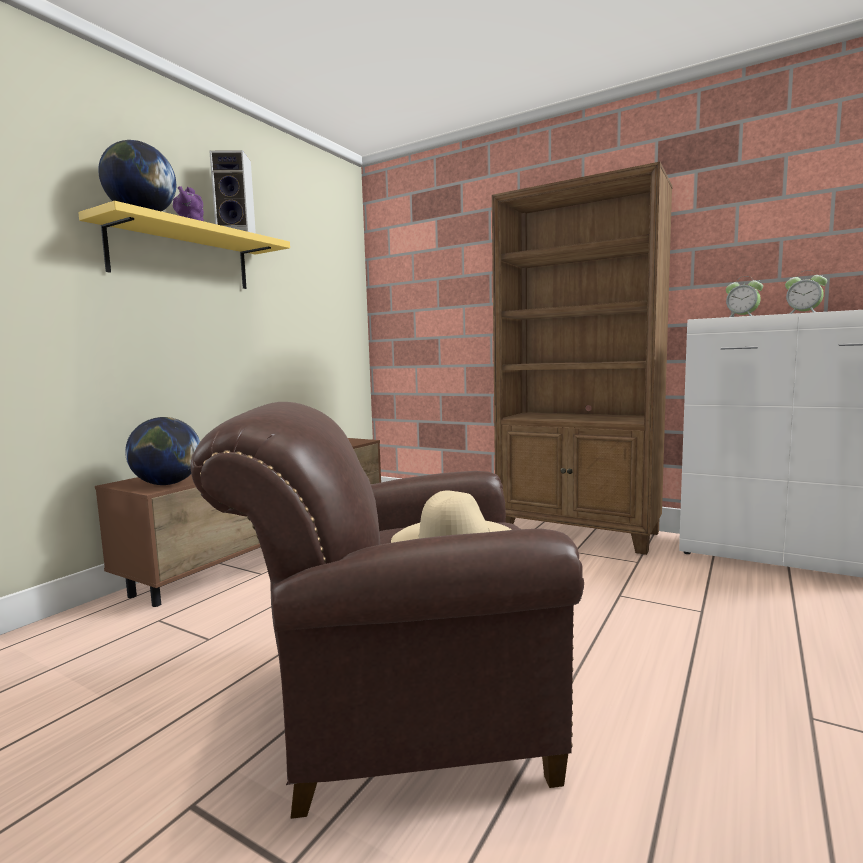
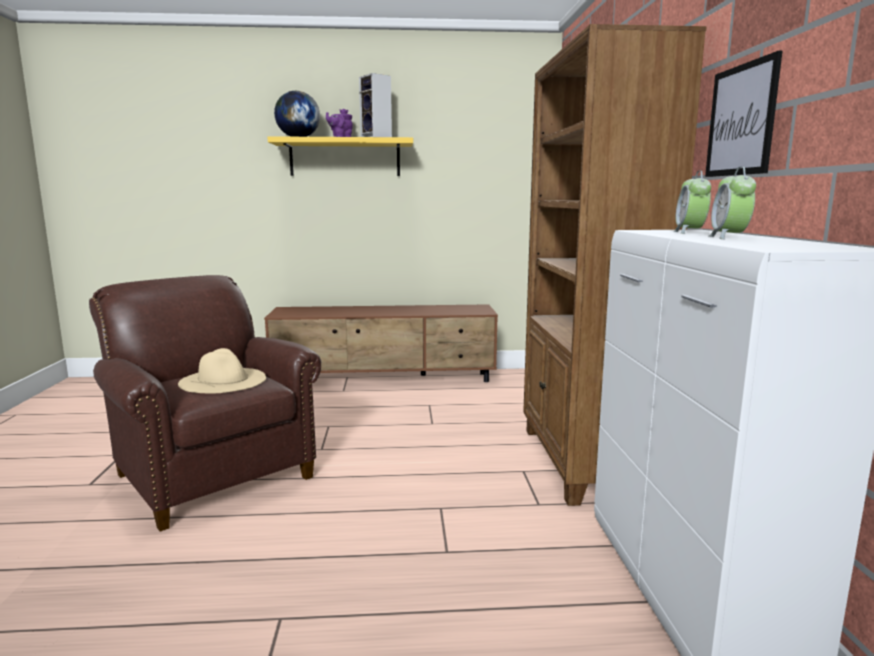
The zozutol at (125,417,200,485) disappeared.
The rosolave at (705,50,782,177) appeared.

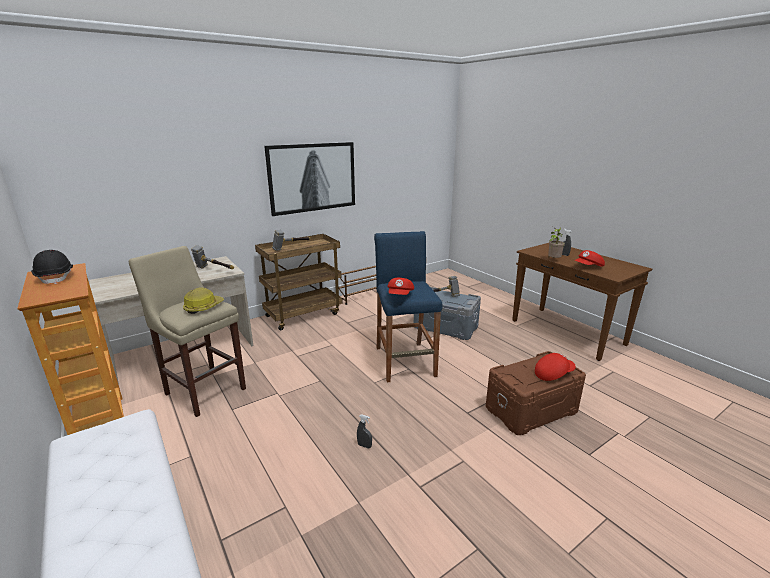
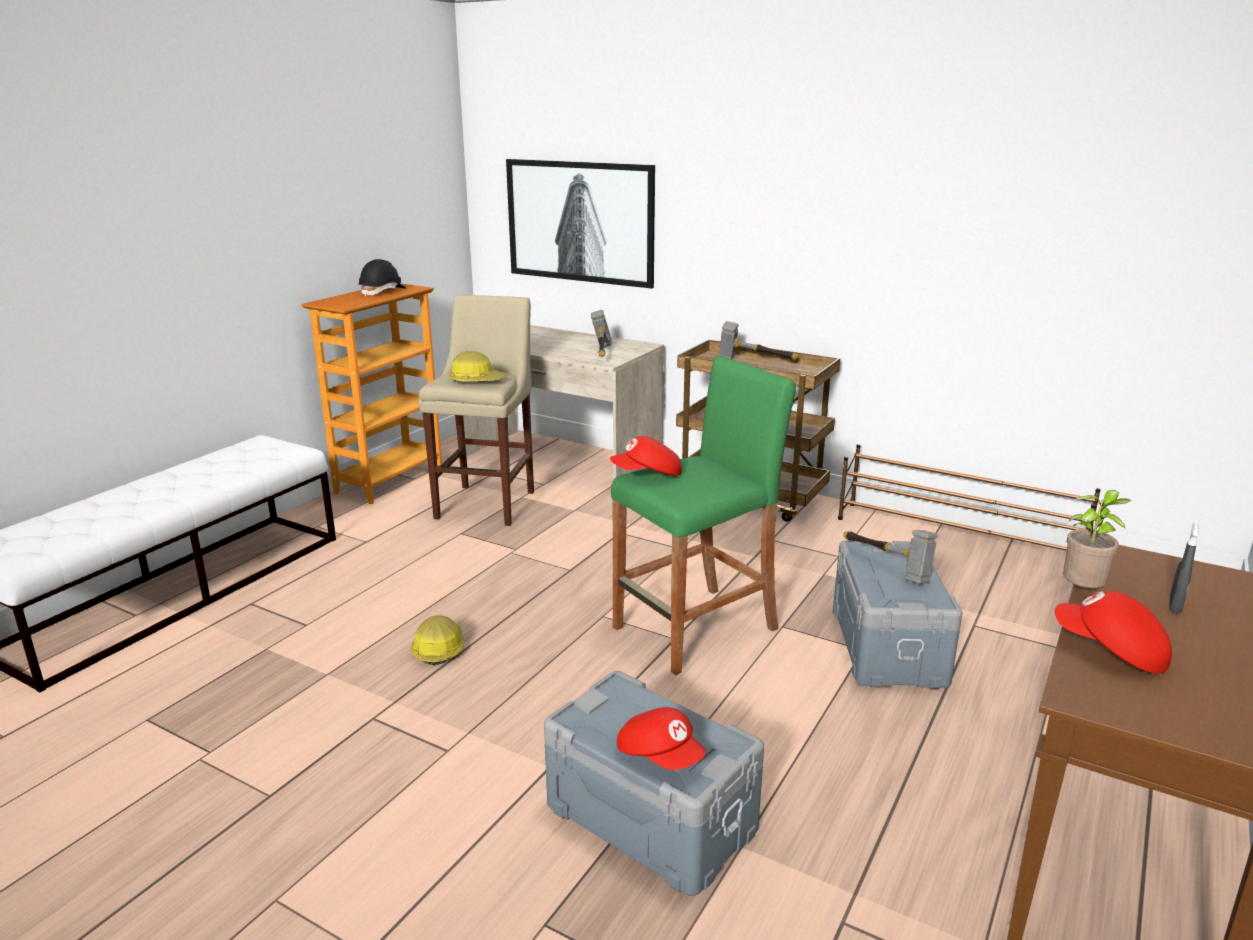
The rosolave moved from (264,142,355,216) to (506,159,655,289).
The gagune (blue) at (374,231,443,382) became the gagune (green) at (611,355,796,675).
The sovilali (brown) at (486,351,586,435) became the sovilali (grey) at (544,671,764,896).
The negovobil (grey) at (357,414,372,449) was replaced by the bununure at (410,615,464,665).

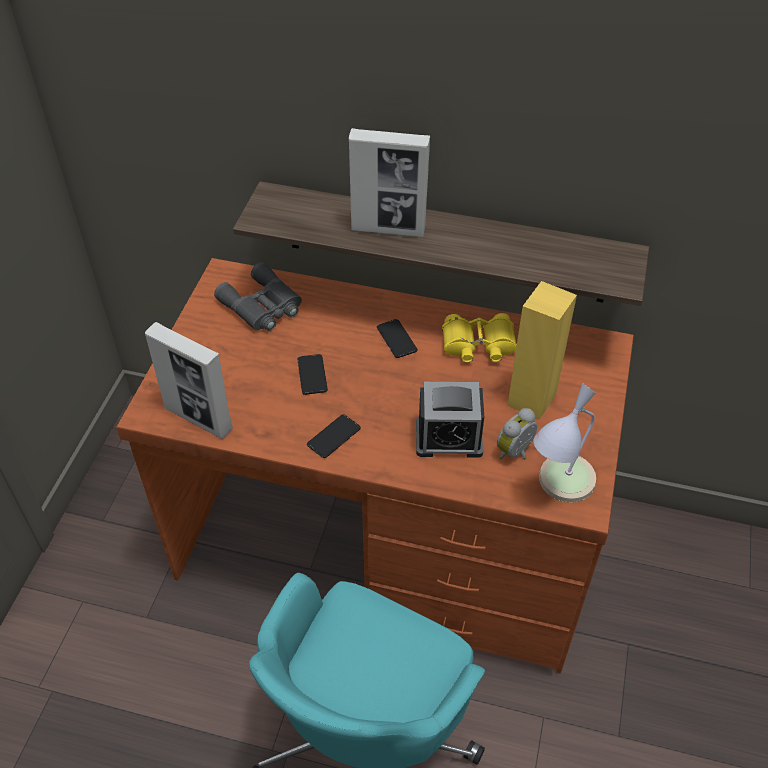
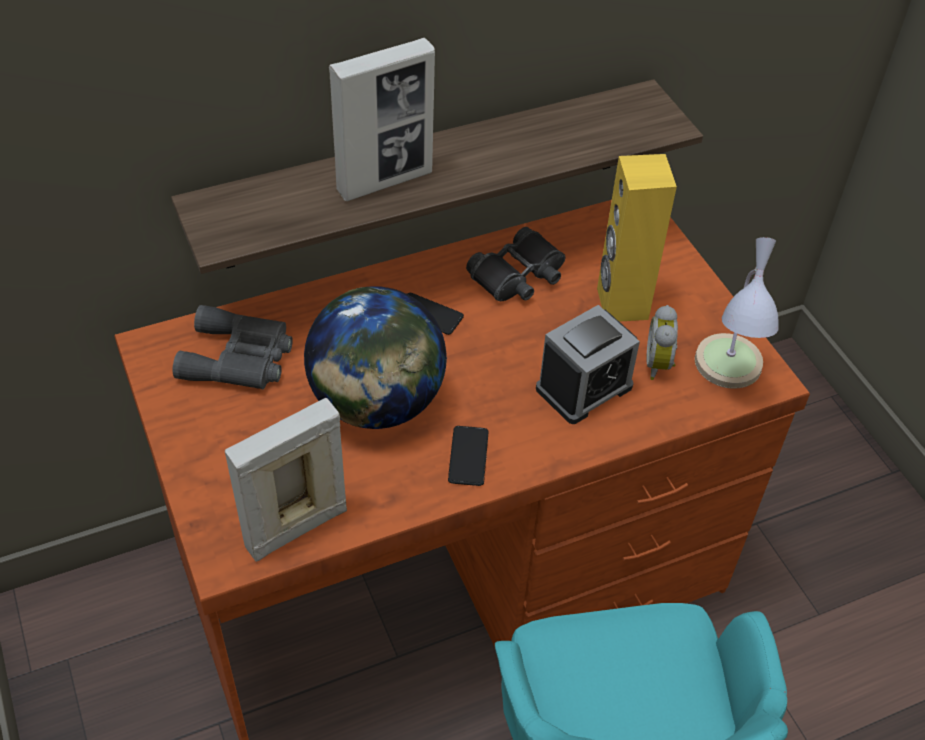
The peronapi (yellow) at (442,313,517,363) became the peronapi (black) at (466,227,565,301).
The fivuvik at (145,322,233,439) turned 150 degrees clockwise.
The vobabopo at (297,354,328,395) was replaced by the zozutol at (304,286,447,429).

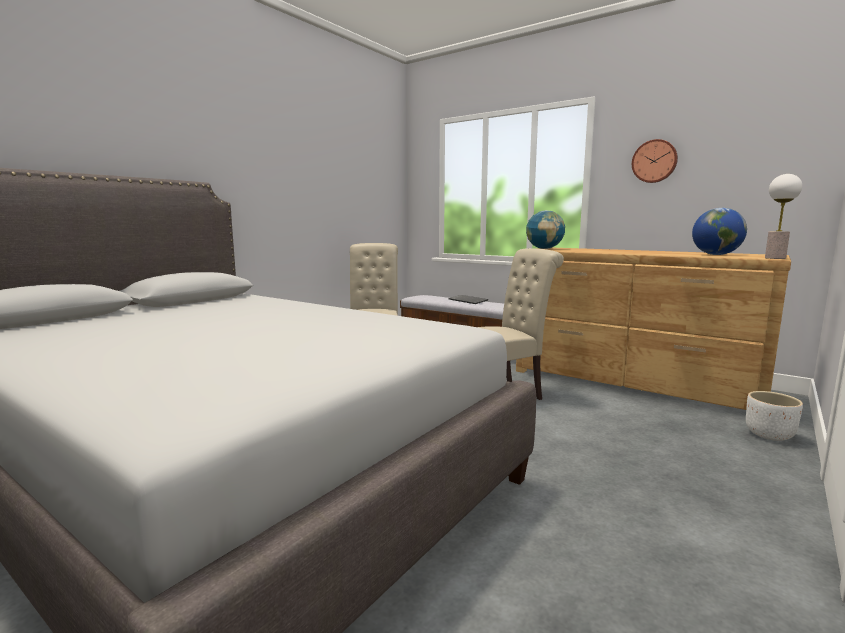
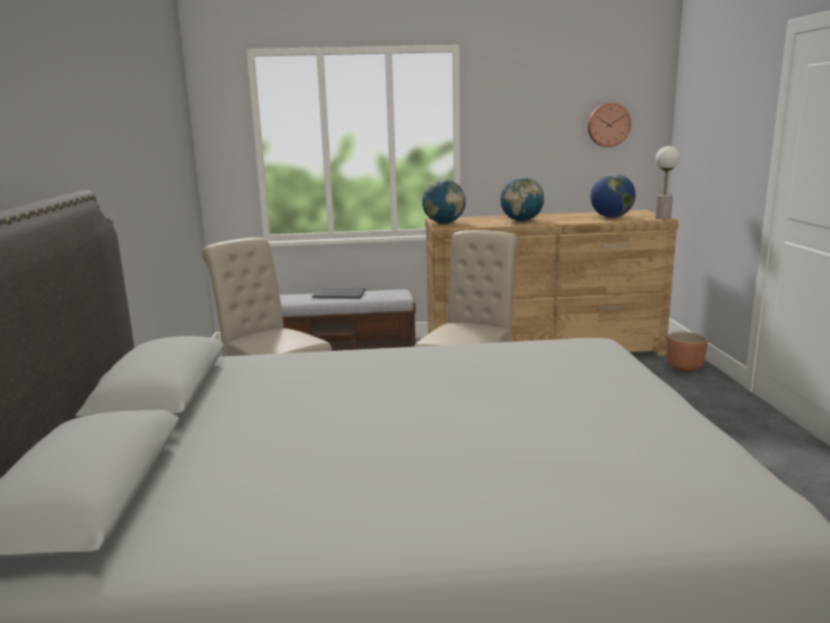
The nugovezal moved from (632,139,678,183) to (588,103,631,147).
The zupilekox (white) at (746,391,803,441) became the zupilekox (brown) at (667,331,708,371).
The zozutol at (500,177,544,221) appeared.

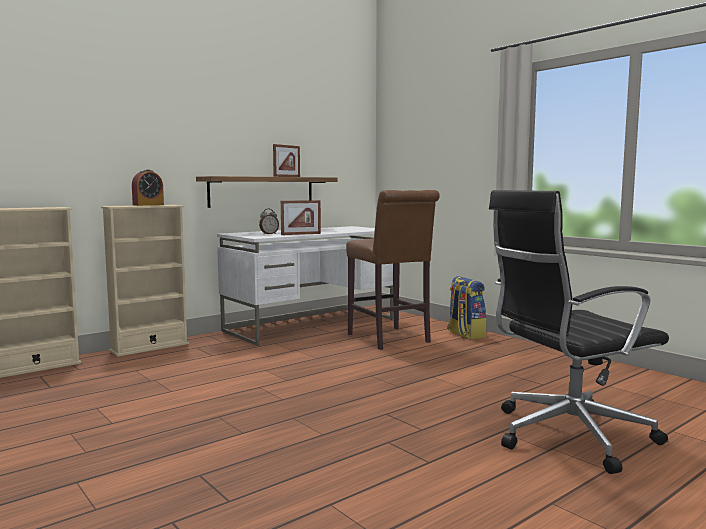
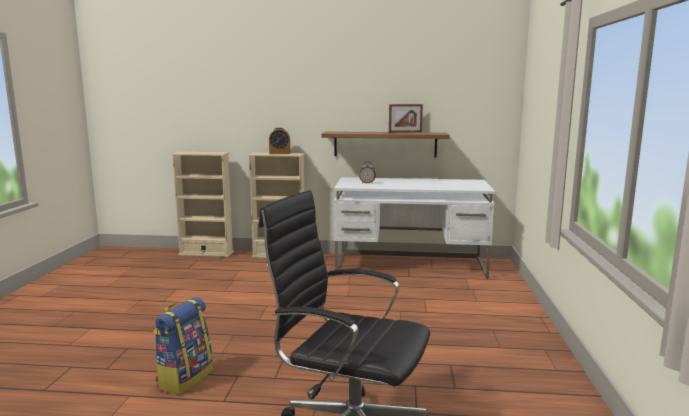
The gagune (brown) at (346,190,440,350) disappeared.
The fivuvik at (281,200,321,235) disappeared.
The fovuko moved from (447,276,487,340) to (153,297,213,395).

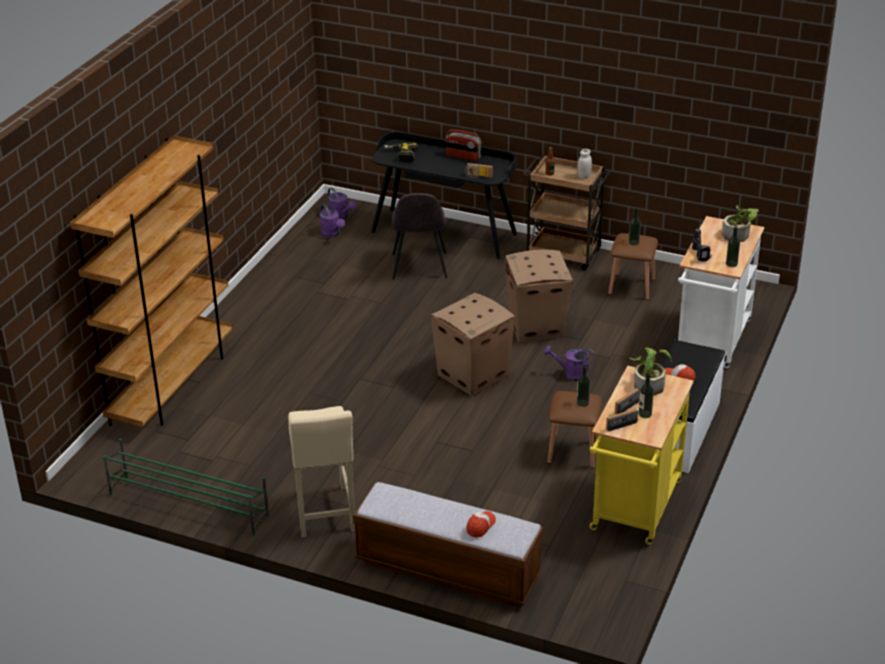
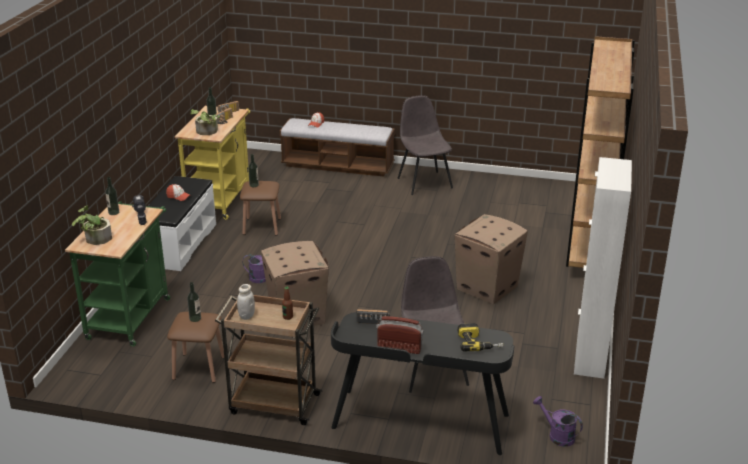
The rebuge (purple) at (320,204,345,237) disappeared.
The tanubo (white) at (678,216,764,368) became the tanubo (green) at (65,201,170,347).
The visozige moved from (431,293,515,396) to (454,214,528,305).
The gagune (beige) at (288,406,355,538) was replaced by the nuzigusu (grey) at (397,95,453,195).
The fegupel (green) at (103,438,269,536) disappeared.
The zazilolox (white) at (574,157,632,379) appeared.

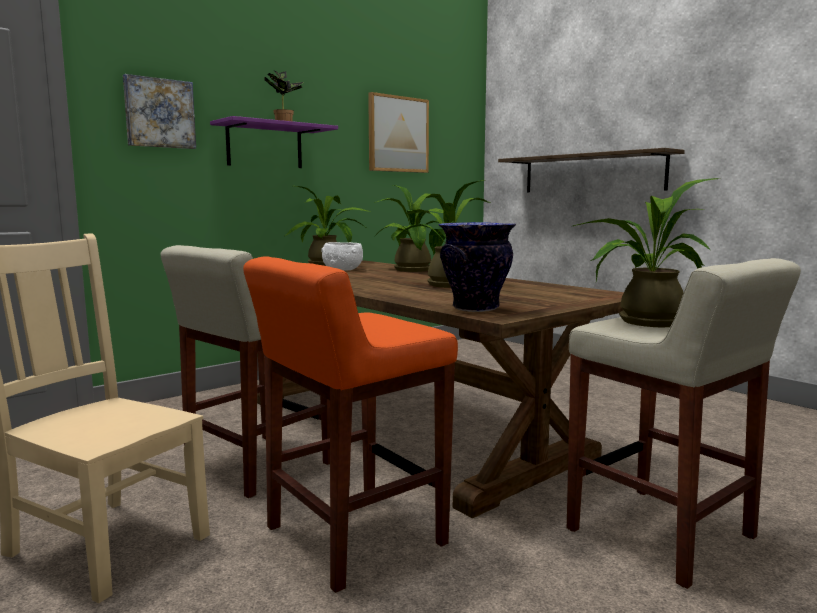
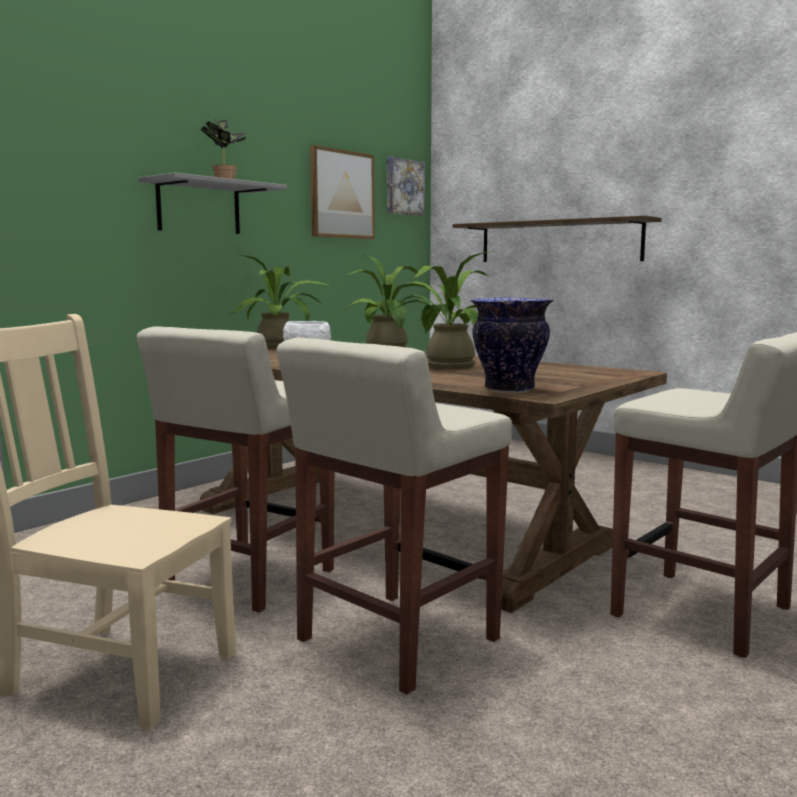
The rosolave moved from (123,74,196,149) to (387,157,425,216).
The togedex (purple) at (210,116,338,168) became the togedex (grey) at (138,172,287,234).
The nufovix at (571,178,720,327) disappeared.
The gagune (orange) at (243,257,458,593) became the gagune (beige) at (277,337,512,694).

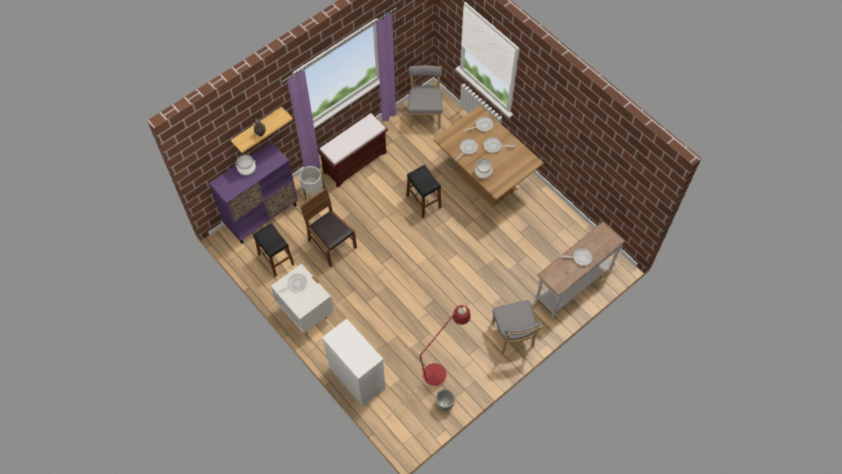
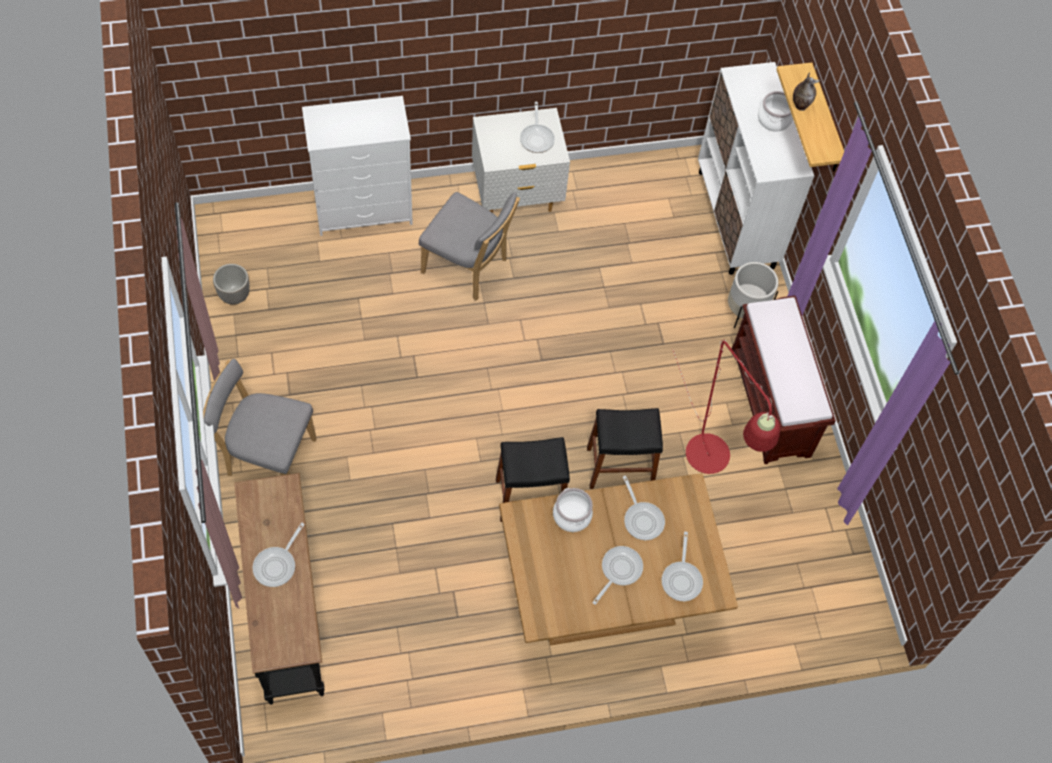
The nuzigusu (grey) moved from (408,65,443,129) to (419,192,520,301).
The zazilolox (purple) at (209,142,298,244) became the zazilolox (white) at (698,62,814,275).
The nuzigusu (brown) at (301,189,357,267) disappeared.
The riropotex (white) at (535,222,625,319) became the riropotex (black) at (234,473,325,705).
The gagune (black) moved from (253,223,294,277) to (496,437,570,522).
The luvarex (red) moved from (396,305,470,410) to (673,339,780,474).

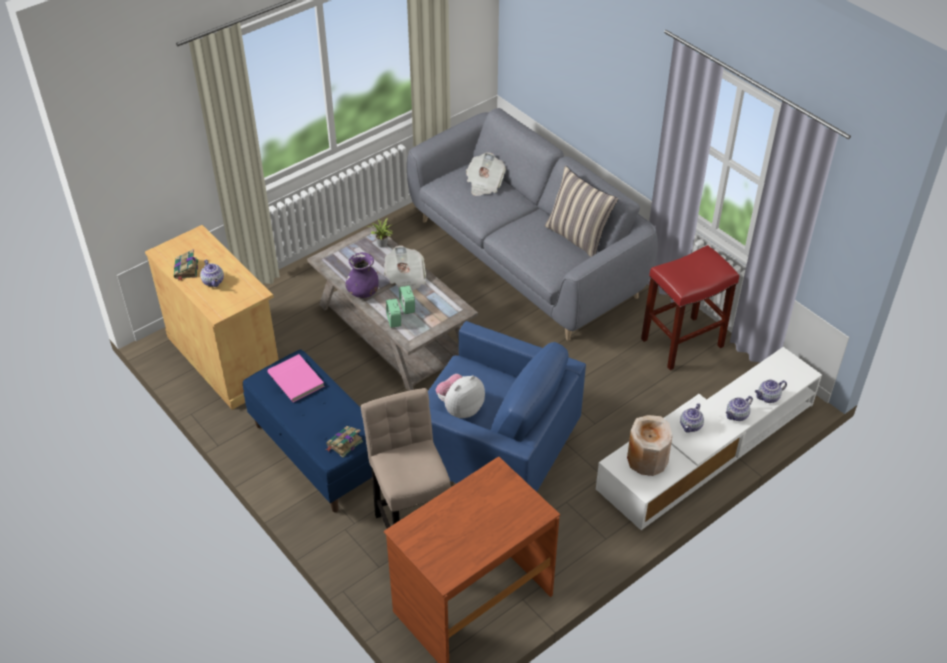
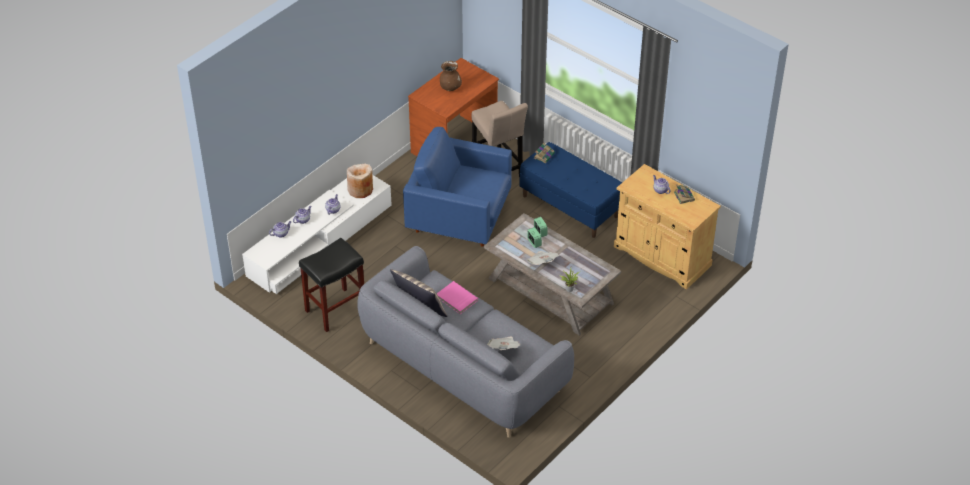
The gagune (red) at (641,245,739,370) became the gagune (black) at (299,238,364,332).
The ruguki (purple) at (345,252,379,298) disappeared.
The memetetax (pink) moved from (267,354,324,402) to (437,281,478,314).
The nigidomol at (435,374,485,418) disappeared.
The ruguki (brown) at (440,61,462,91) appeared.

